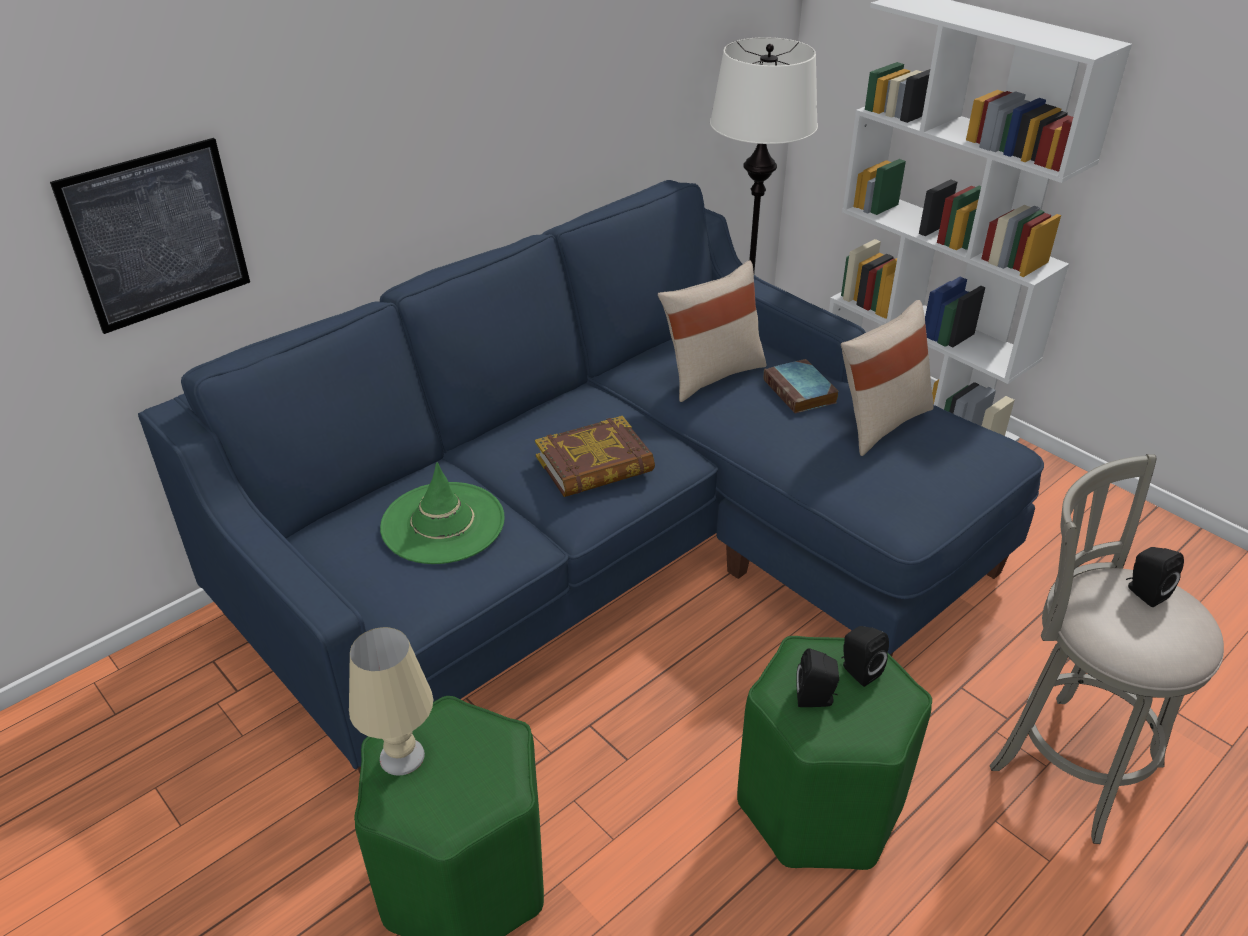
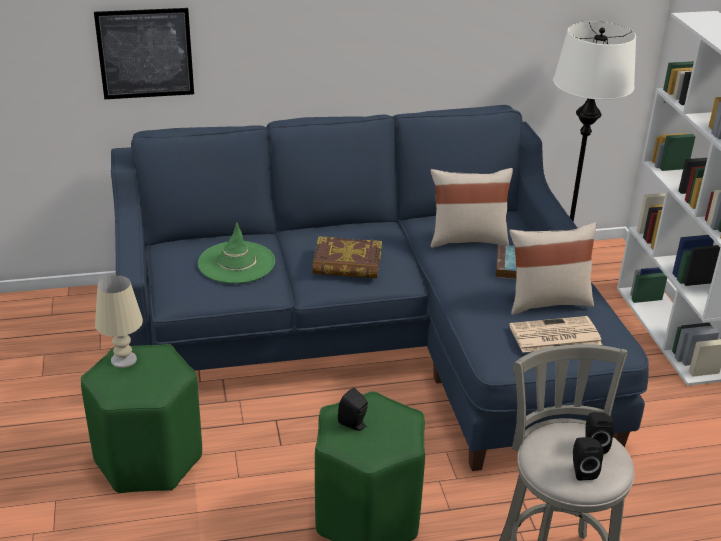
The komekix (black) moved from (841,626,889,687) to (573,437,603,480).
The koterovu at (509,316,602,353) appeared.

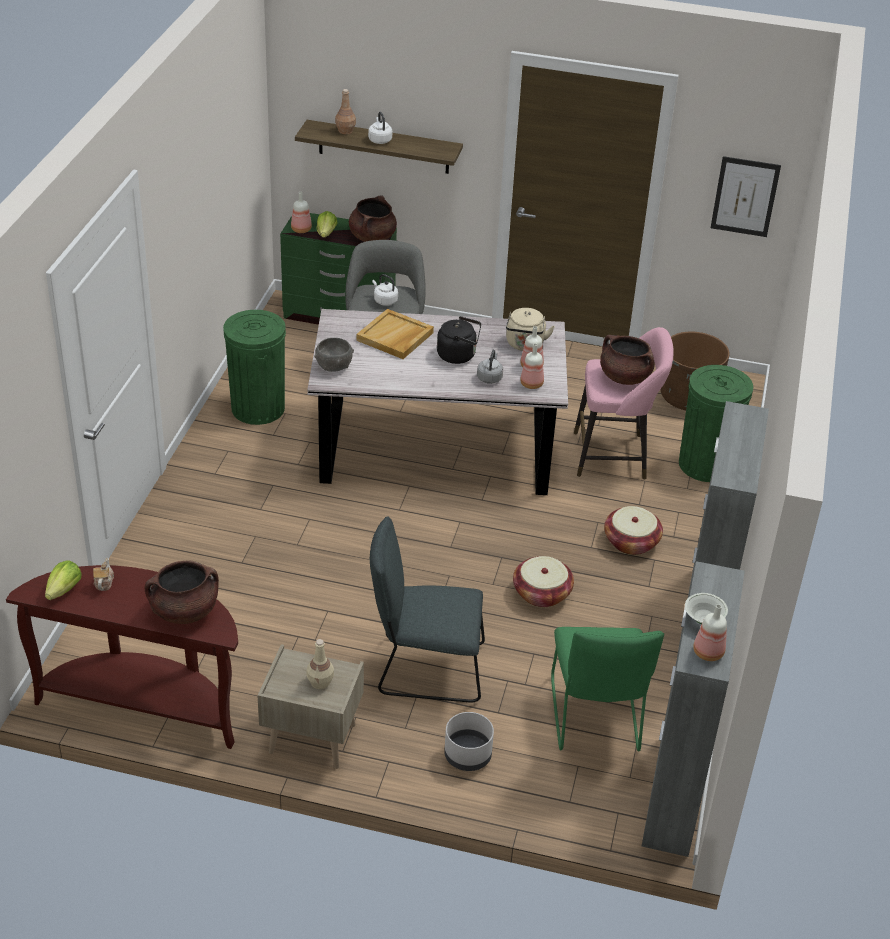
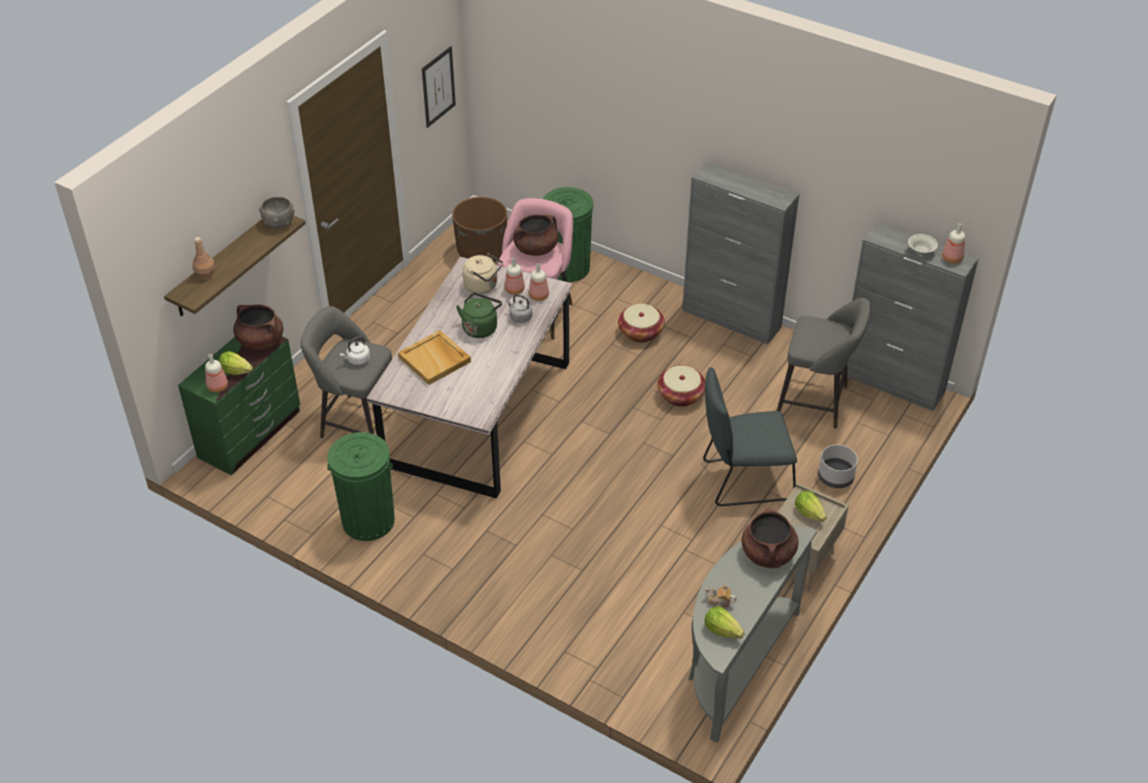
The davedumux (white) at (368,112,392,144) disappeared.
The davedumux (black) at (437,316,481,364) became the davedumux (green) at (456,293,502,338).
The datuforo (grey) moved from (314,338,354,372) to (259,197,295,228).
The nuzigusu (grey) at (370,516,485,703) turned 60 degrees clockwise.
The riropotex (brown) at (6,565,238,749) became the riropotex (grey) at (688,526,817,743).
The nuzigusu (green) at (551,627,664,751) was replaced by the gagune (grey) at (777,298,871,429).
The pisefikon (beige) at (307,639,334,689) was replaced by the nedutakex at (795,491,827,522).

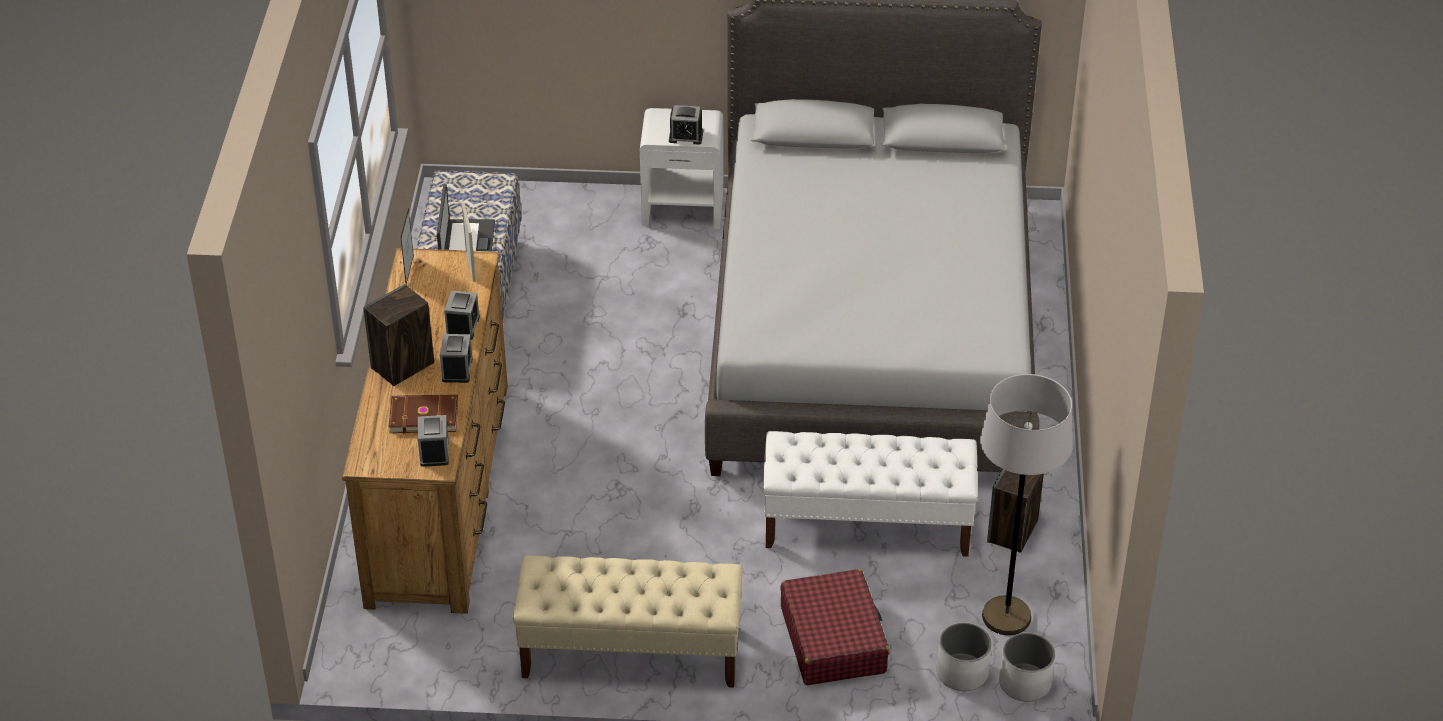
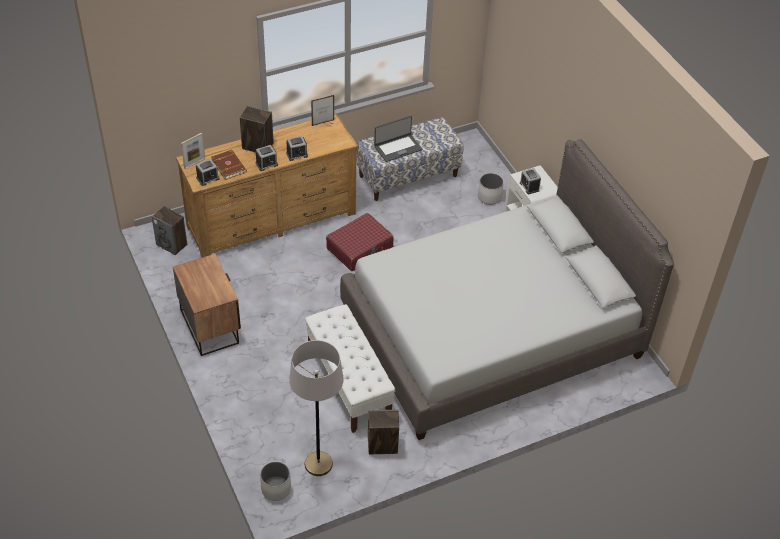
The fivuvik moved from (462,204,476,282) to (181,133,205,169).
The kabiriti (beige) at (513,555,743,688) was replaced by the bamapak at (173,254,241,356).
The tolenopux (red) moved from (780,569,889,685) to (326,213,394,271).
The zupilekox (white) moved from (937,622,992,691) to (478,173,504,204).
The komekix at (152,206,187,255) appeared.

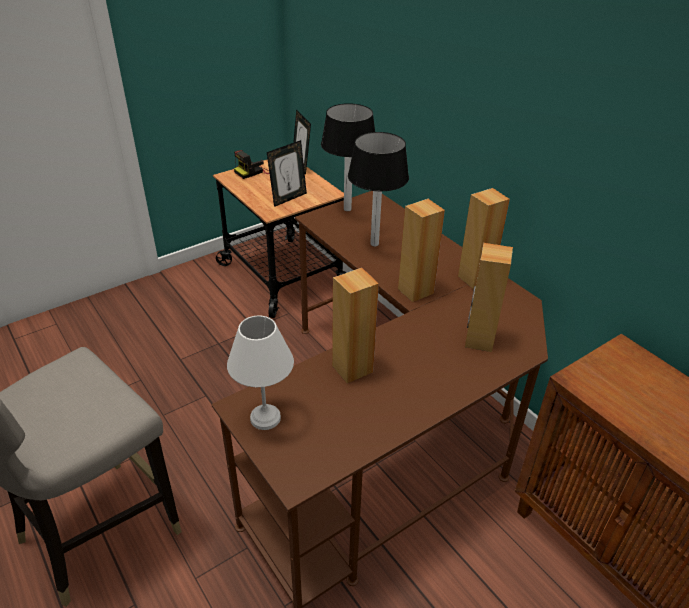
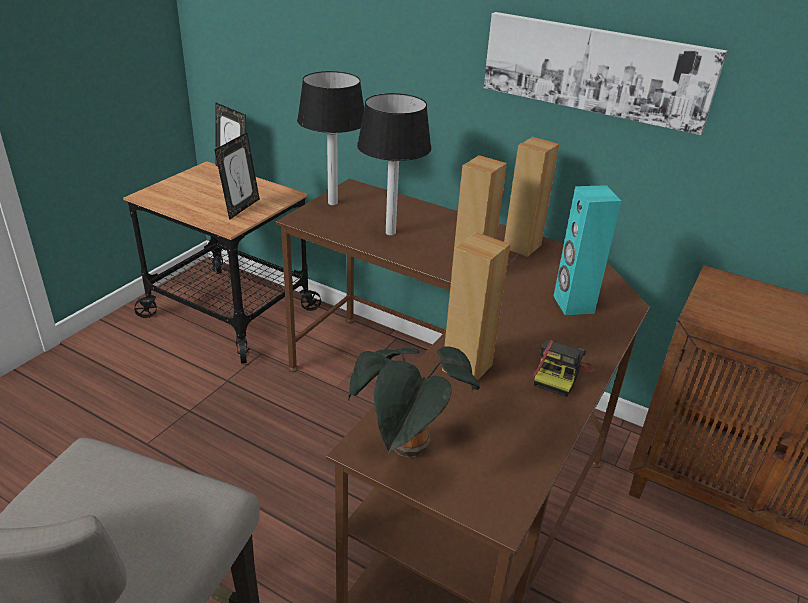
The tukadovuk moved from (234,150,270,179) to (532,340,594,397).
The komekix (brown) at (465,243,513,352) became the komekix (turquoise) at (554,185,621,315).
The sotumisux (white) at (227,316,294,430) was replaced by the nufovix at (348,346,480,458).
The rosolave at (484,12,727,135) appeared.

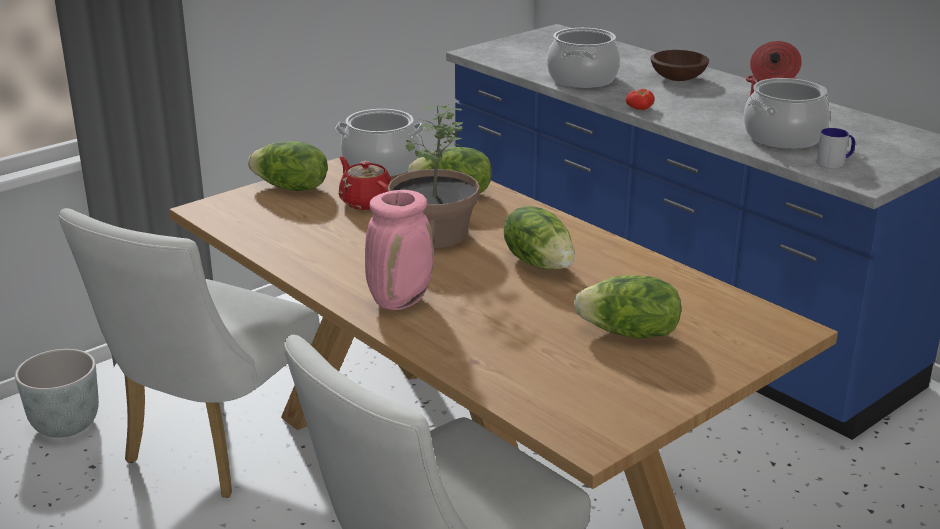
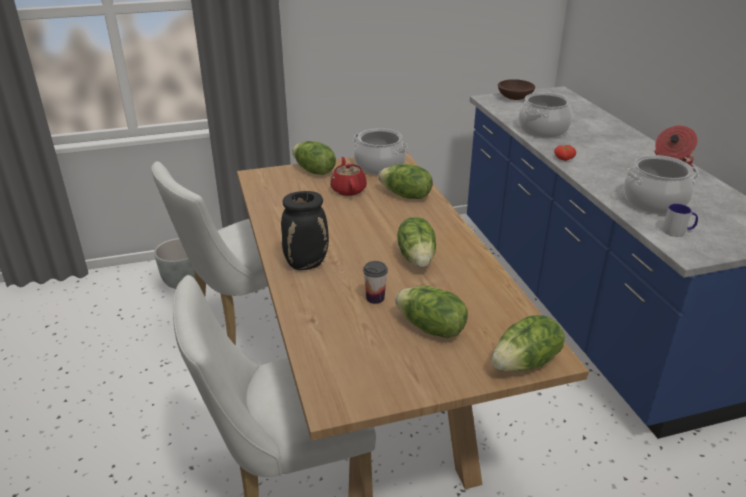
The datuforo (brown) moved from (650,50,709,81) to (498,79,535,100).
The nufovix at (388,105,480,248) disappeared.
The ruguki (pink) at (365,190,433,310) became the ruguki (black) at (281,191,329,270).
The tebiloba at (363,261,388,304) appeared.
The nedutakex at (492,315,565,371) appeared.

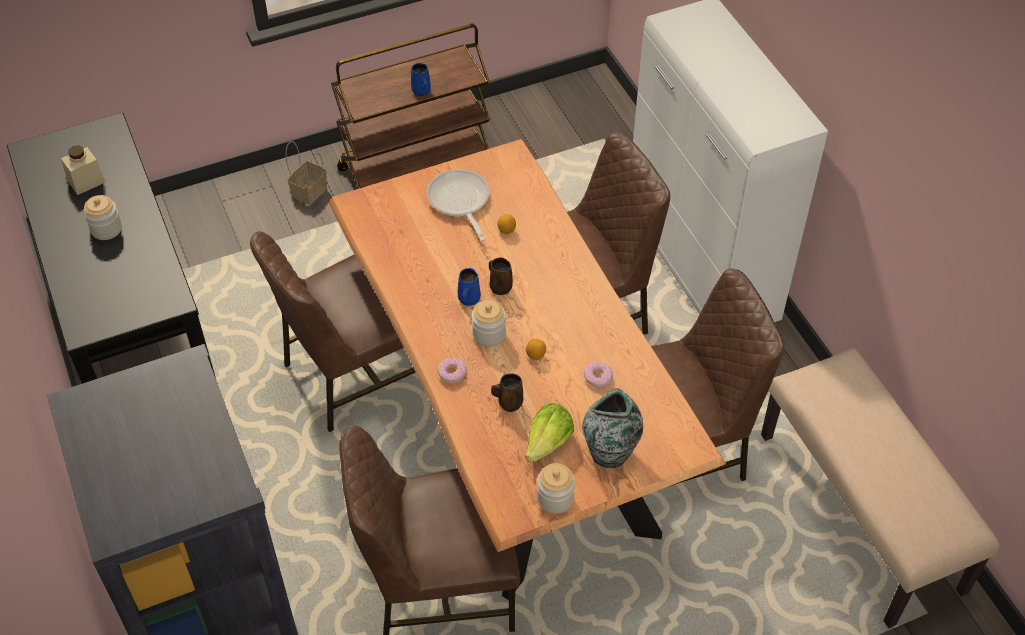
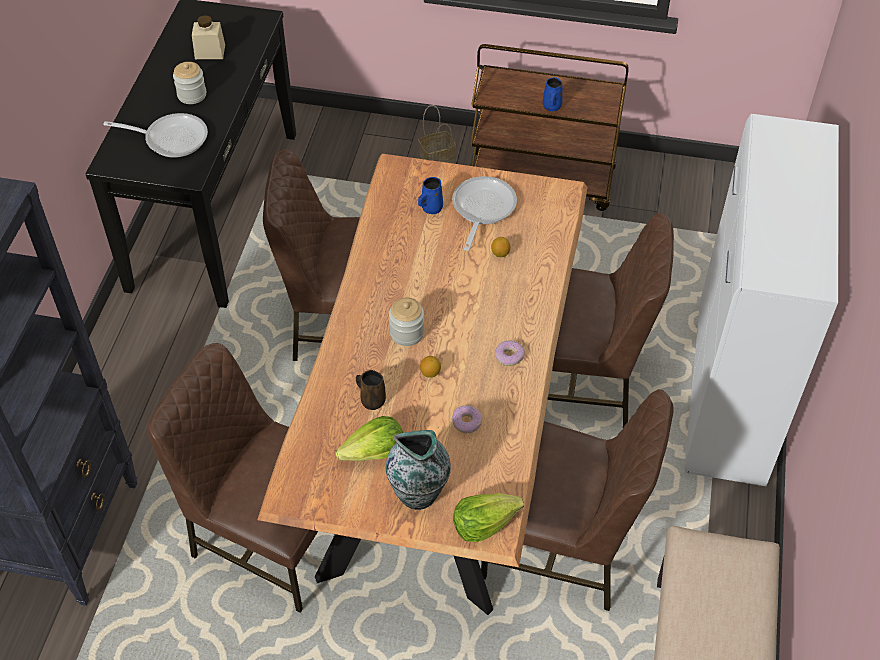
The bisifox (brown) at (489,257,513,295) disappeared.
The bisifox (blue) moved from (458,268,481,306) to (418,177,443,214).
The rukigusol moved from (438,358,467,384) to (495,340,525,366).
The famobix at (537,463,575,514) disappeared.
The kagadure at (104,113,208,158) appeared.
The nedutakex at (453,493,524,542) appeared.

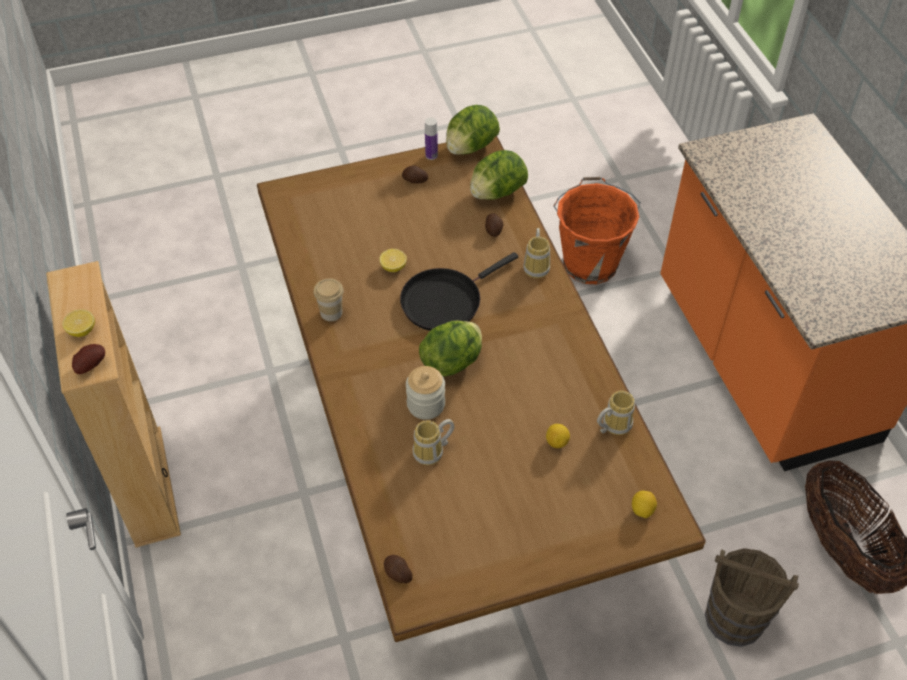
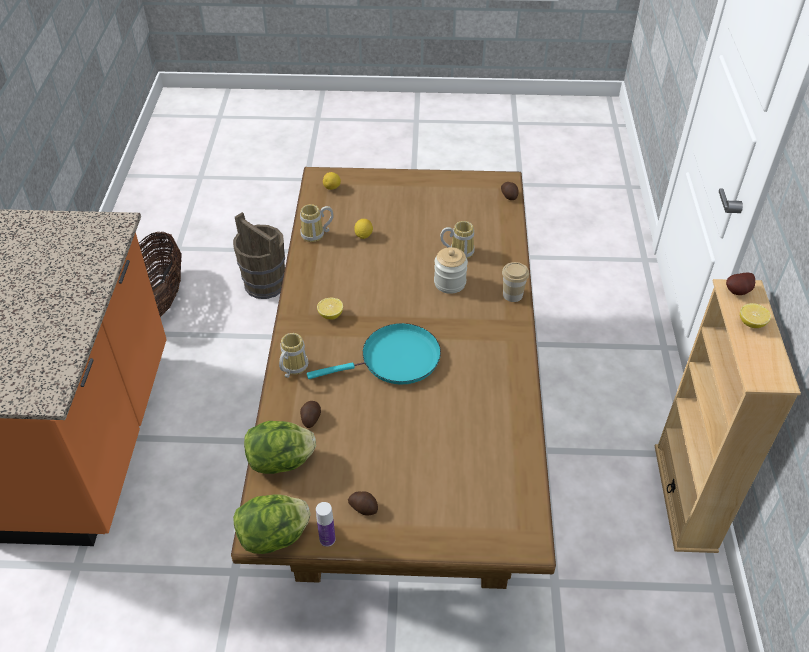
The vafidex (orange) at (554,177,641,284) disappeared.
The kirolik moved from (379,249,407,272) to (317,298,343,320).
The kagadure (black) at (400,252,518,331) became the kagadure (turquoise) at (307,323,441,384).
The tebiloba moved from (314,278,344,321) to (502,262,529,302).
The nedutakex at (419,321,482,377) disappeared.

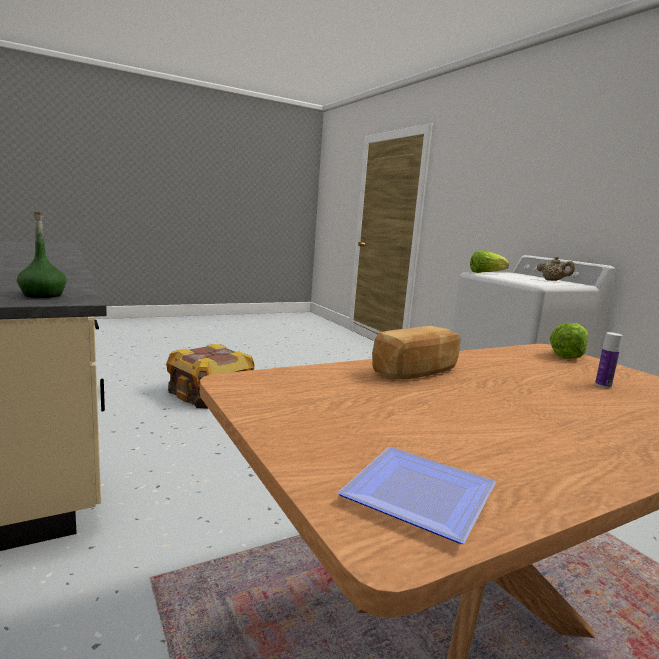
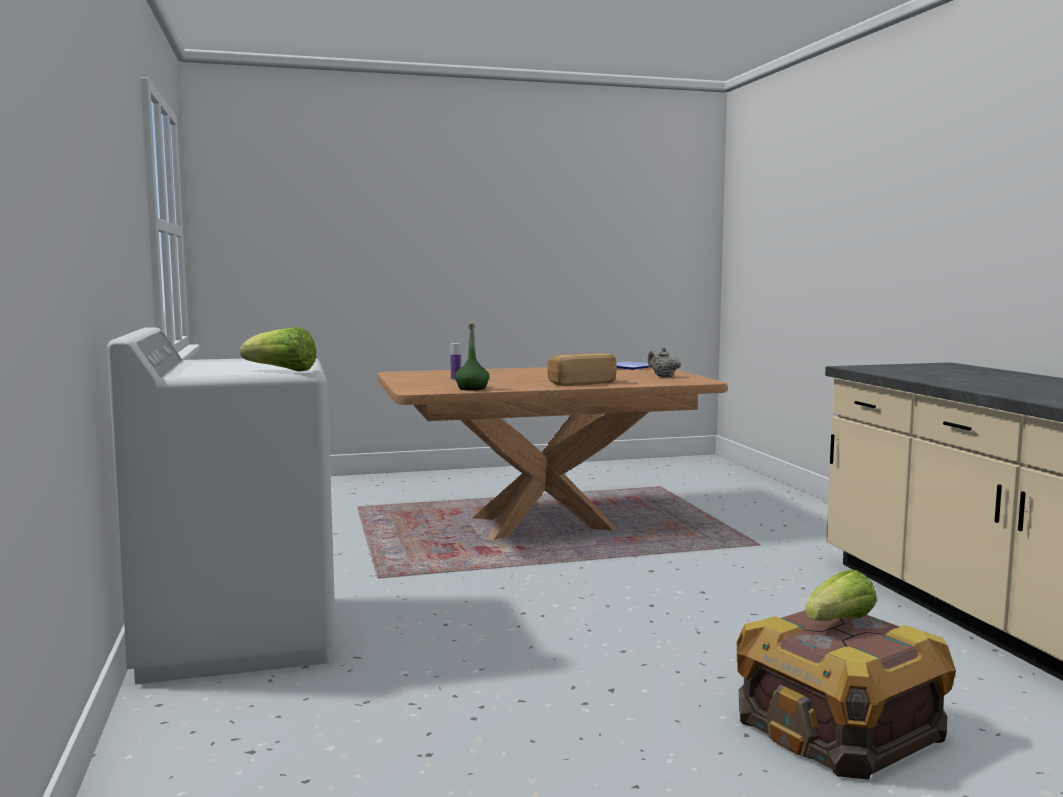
The pisefikon (green) moved from (17,212,67,298) to (455,323,489,391).
The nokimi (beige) moved from (537,256,575,281) to (648,347,681,377).
The nedutakex moved from (550,323,588,359) to (805,569,877,621).

